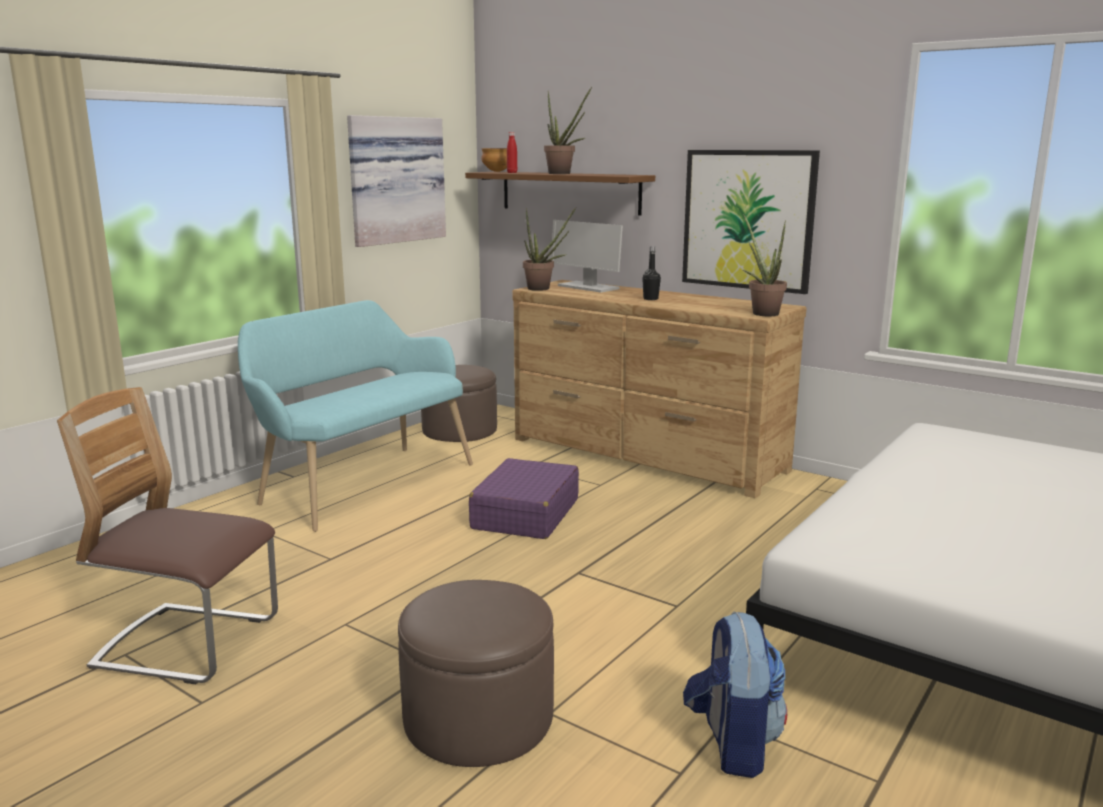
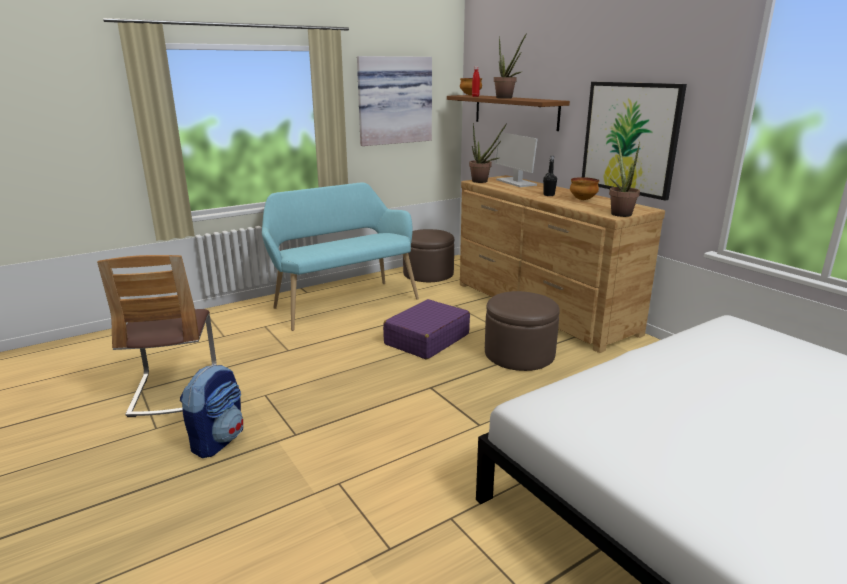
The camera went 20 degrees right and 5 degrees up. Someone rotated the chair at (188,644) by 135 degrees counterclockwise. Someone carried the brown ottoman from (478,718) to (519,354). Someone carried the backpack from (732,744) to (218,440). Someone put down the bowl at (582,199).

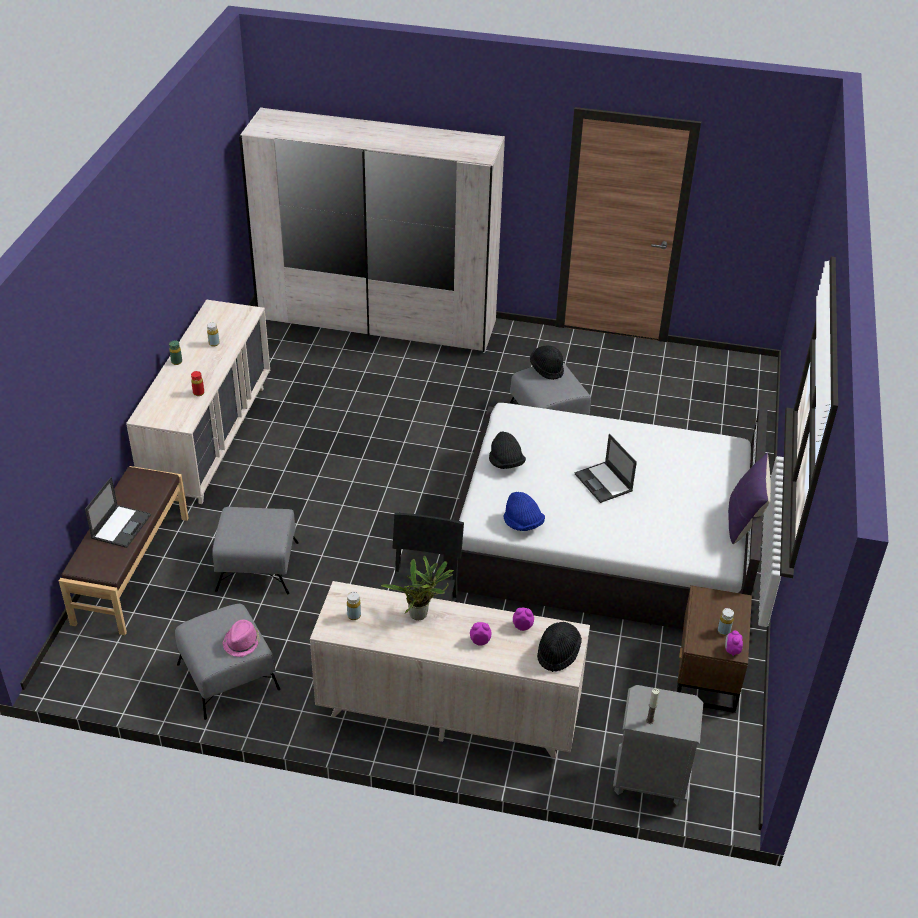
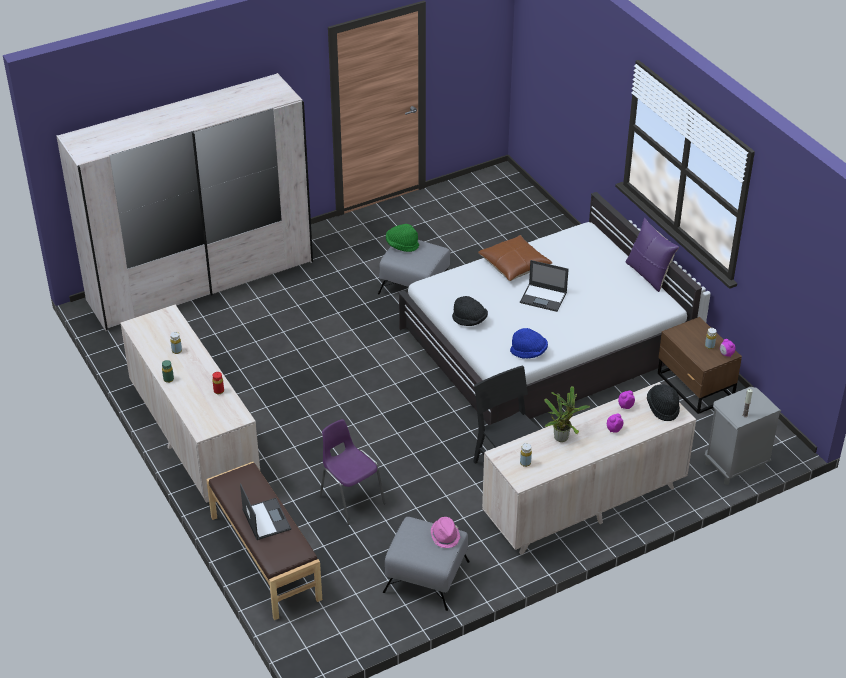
The camera went 40 degrees left and 0 degrees up. Someone repainted the black hat at (547,369), which became the green hat at (402,245). Someone swapped the grey ottoman at (258,566) for the purple chair at (351,499). Someone put down the brown pillow at (514,265).

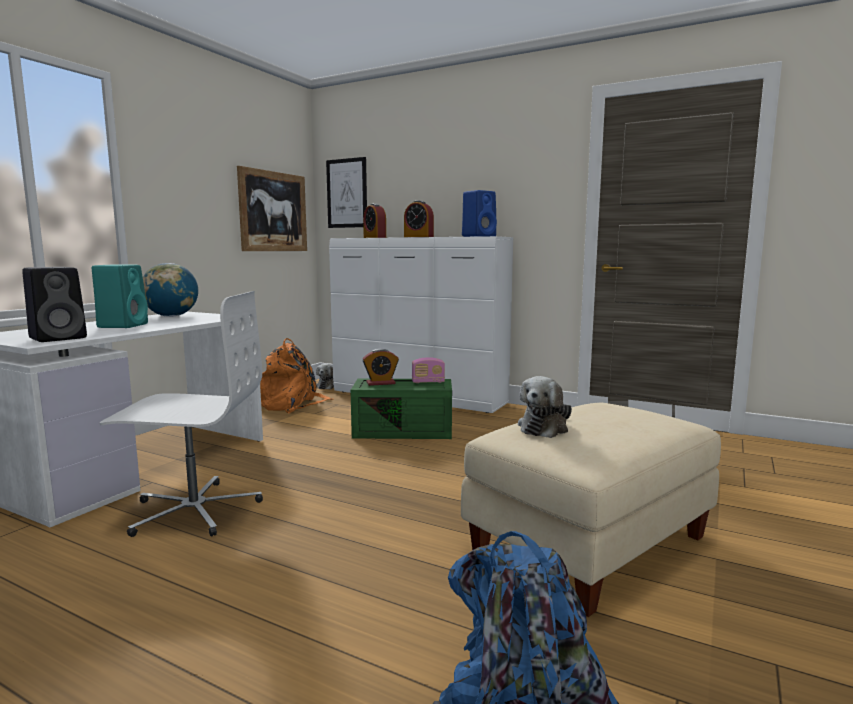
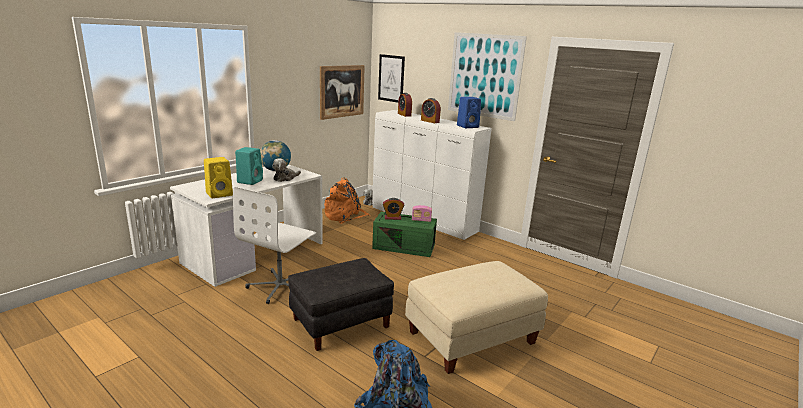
The camera went 10 degrees right and 10 degrees up. Someone repainted the black speaker at (60,338), which became the yellow speaker at (220,194). Someone rotated the white office chair at (194,510) by 105 degrees clockwise. Someone carried the plush toy from (544,427) to (285,178). Someone put up the picture at (484,75). Someone put down the black ottoman at (341,322).

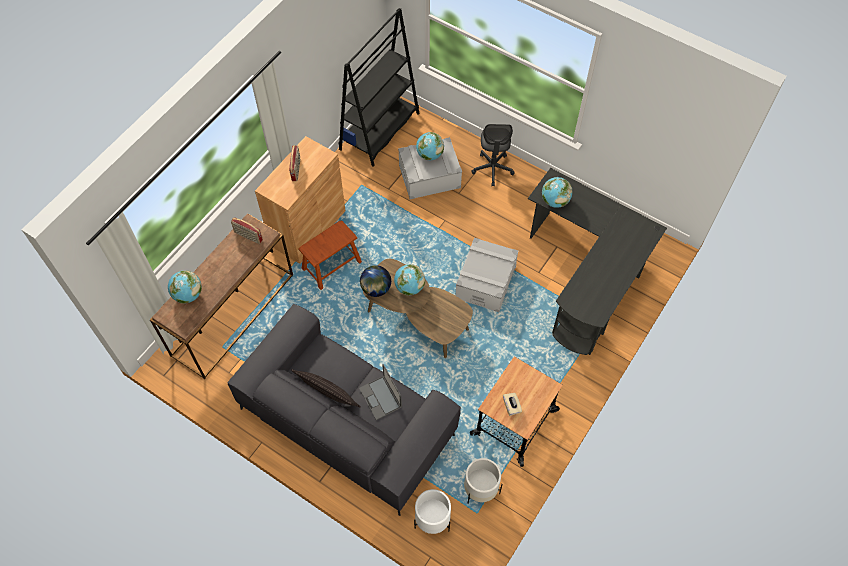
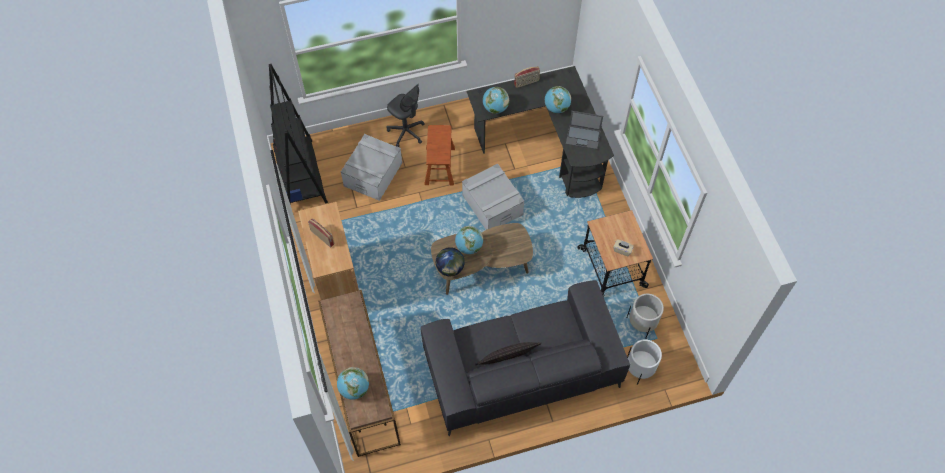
The camera went 50 degrees left and 0 degrees up. Someone carried the globe from (429,155) to (556,108). Someone carried the radio from (248,236) to (526,83). Someone carried the brown stool from (331,265) to (439,166). Someone carried the laptop from (381,398) to (583,137).

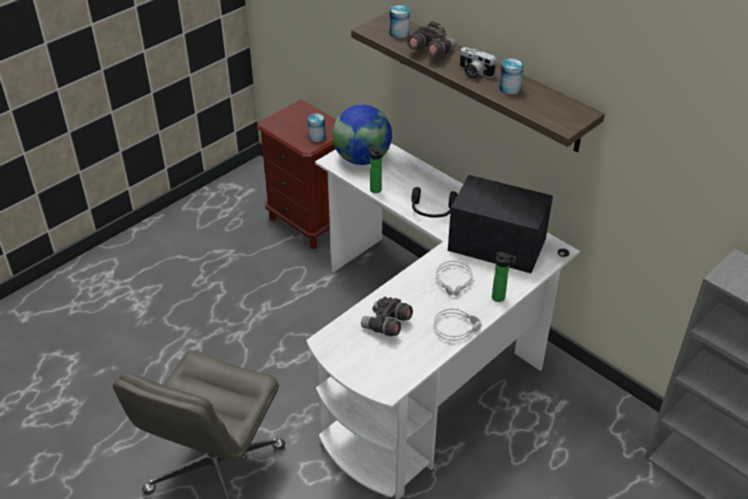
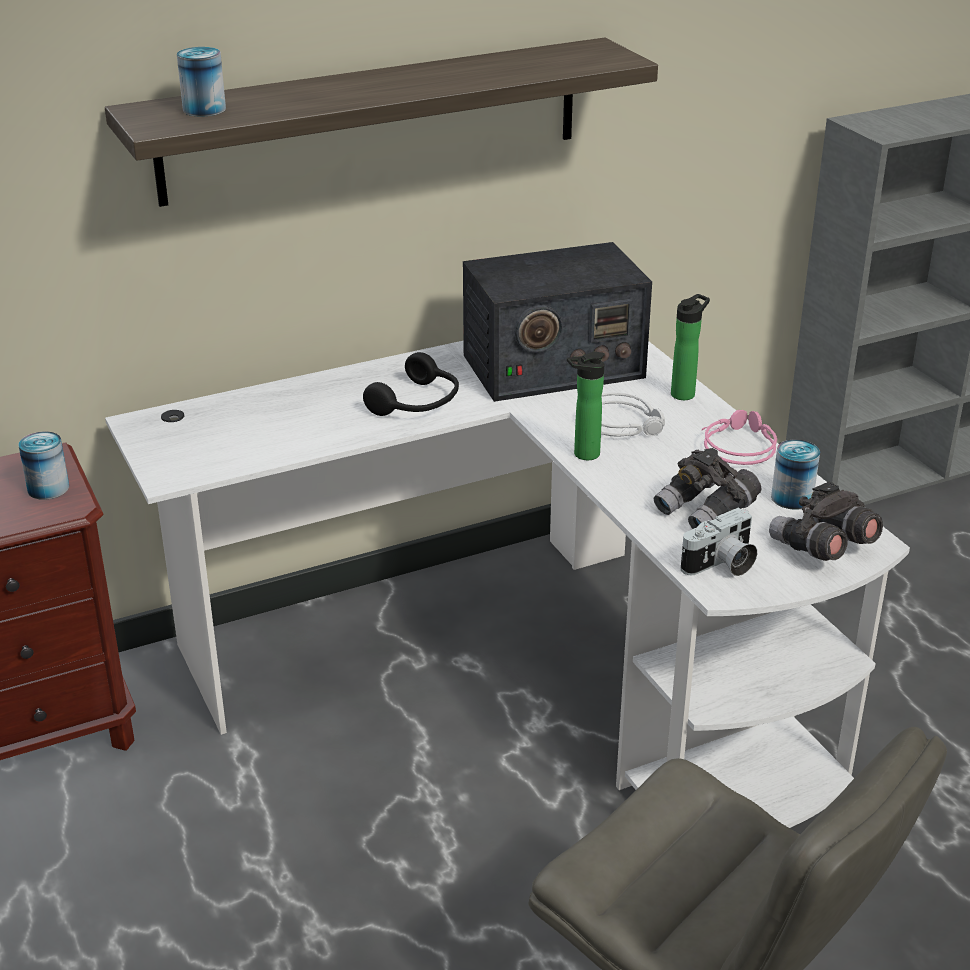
The camera went 70 degrees left and 10 degrees down. Someone carried the grey binoculars from (430,52) to (822,548). Someone carried the photo camera from (474,73) to (721,565). Someone carried the can from (509,88) to (792,498). Someone took away the globe at (362,158). Someone carried the bottle from (374,188) to (583,455). Someone rotated the radio at (497,244) by 150 degrees counterclockwise. Someone repainted the grey headphones at (456,327), which became the pink headphones at (737,445).

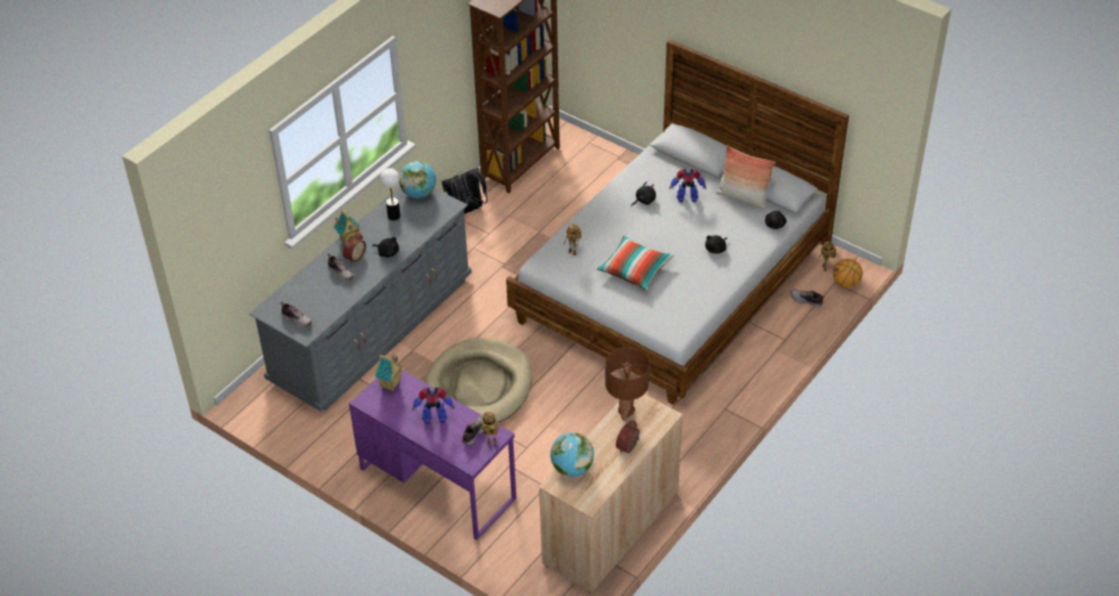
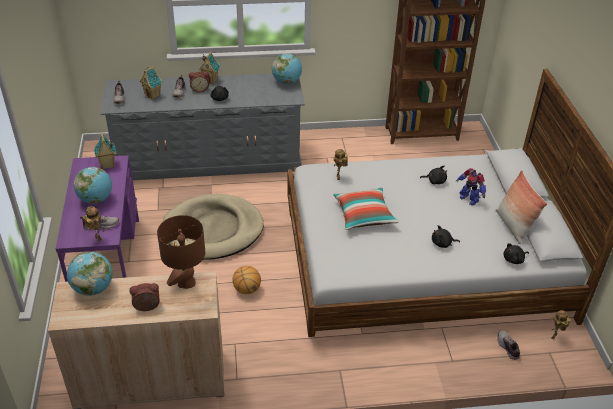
The camera went 45 degrees right and 5 degrees down. Someone took away the table lamp at (393,216). Someone took away the black backpack at (466,210). Someone carried the basketball from (846,283) to (247,289). Someone swapped the toy robot at (434,418) for the globe at (96,199). Someone put down the toy house at (153,95).

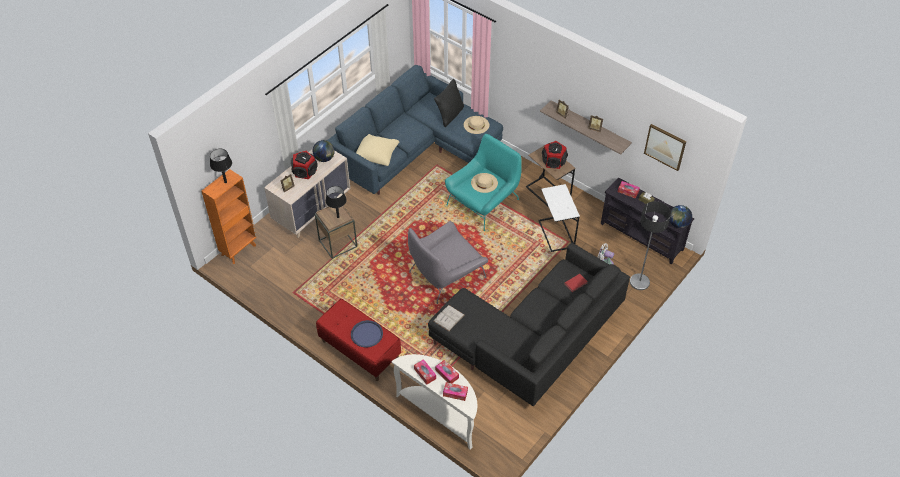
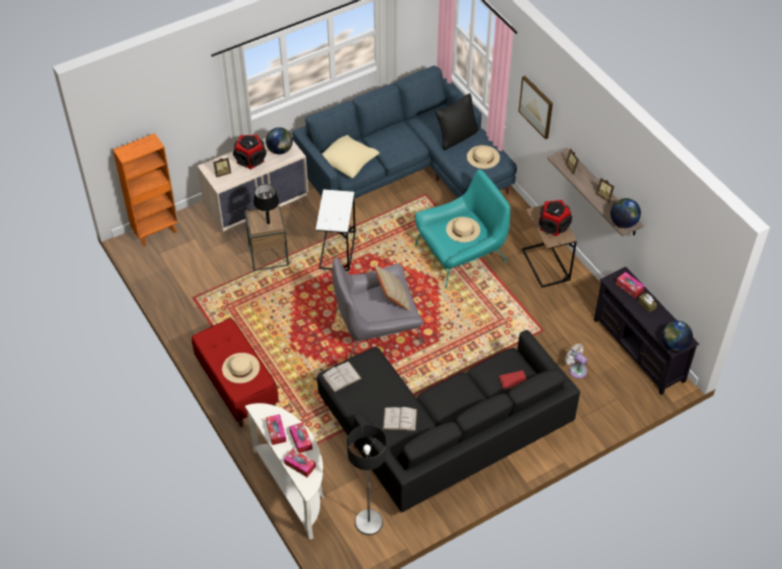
The camera went 20 degrees right and 0 degrees up. Someone carried the picture from (665,146) to (536,106). Someone took away the black table lamp at (225,182). Someone carried the white side table from (556,234) to (337,250). Someone carried the floor lamp from (639,282) to (368,523). Someone swapped the blue tray at (366,334) for the beige hat at (240,368). Someone put down the globe at (623,223). Someone put down the beige pillow at (392,298). Someone put down the white book at (400,419).

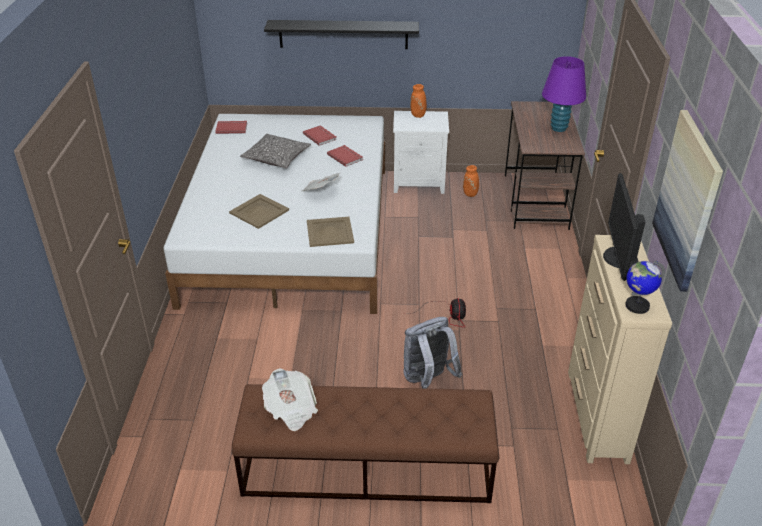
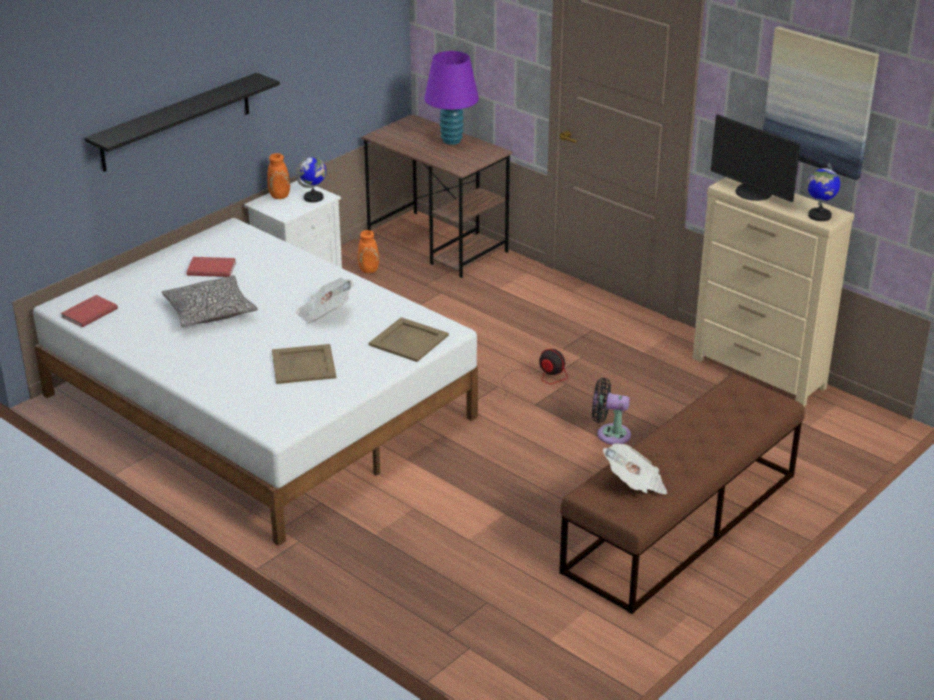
The camera went 50 degrees left and 5 degrees down. Someone took away the red book at (345,156). Someone swapped the grey backpack at (428,380) for the black fan at (610,434). Someone put down the globe at (314,198).

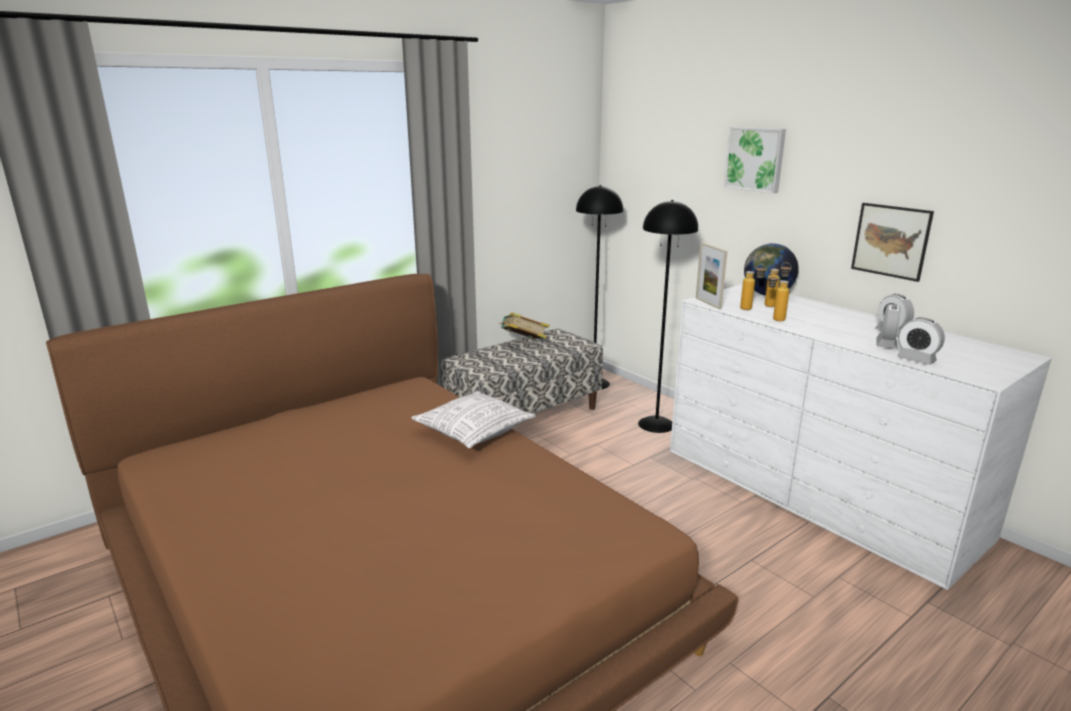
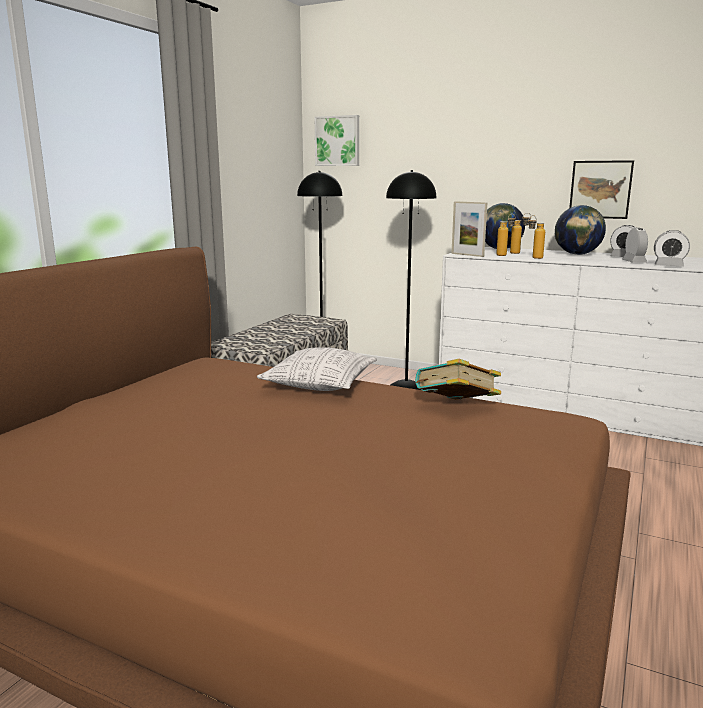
The camera went 25 degrees left and 5 degrees down. Someone carried the picture from (755,159) to (338,141). Someone carried the book from (523,343) to (456,409). Someone put down the globe at (577,254).

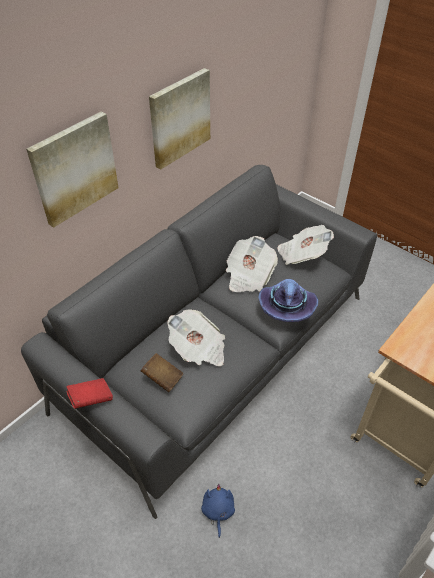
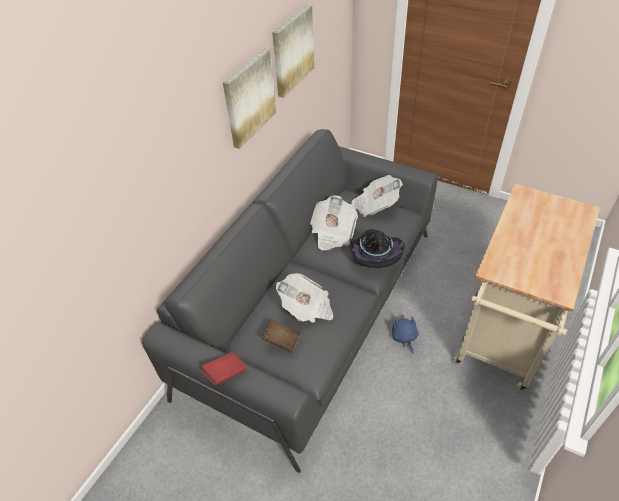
The camera went 10 degrees left and 0 degrees up. Someone carried the picture from (74,168) to (292,50). Someone repainted the purple hat at (286,306), which became the black hat at (375,254). Someone carried the blue plush toy from (218,511) to (404,338).

